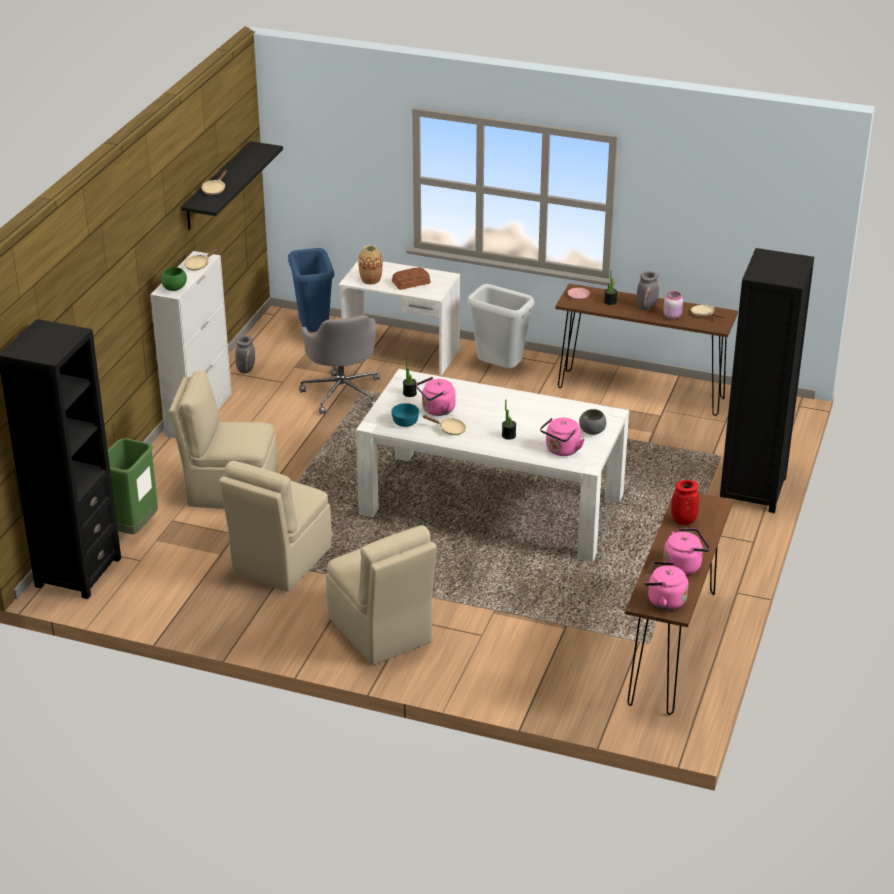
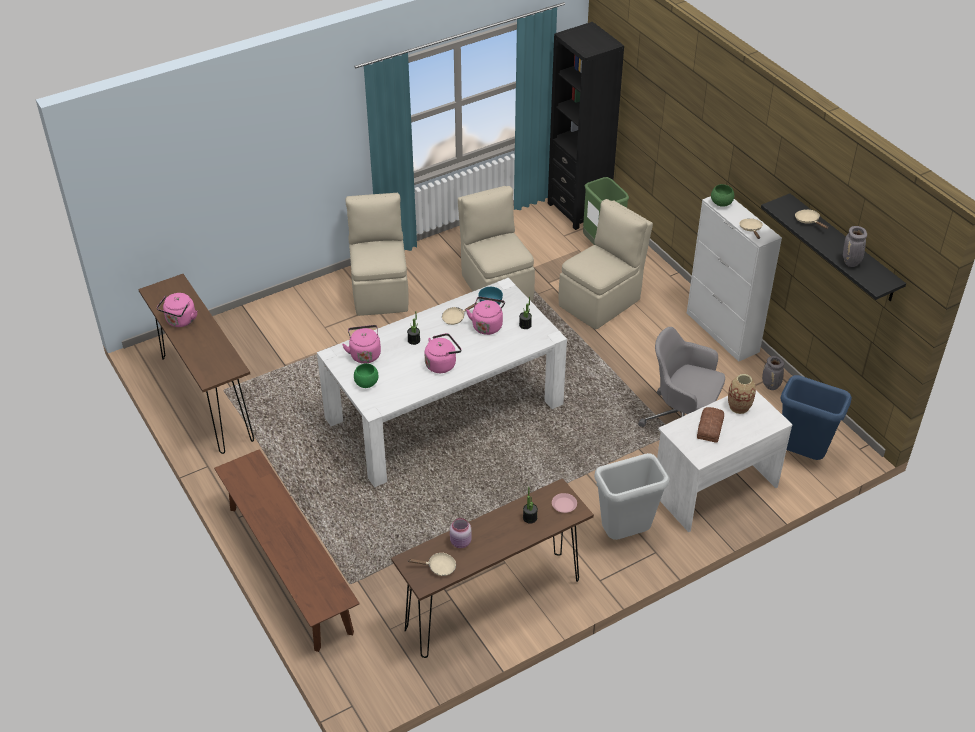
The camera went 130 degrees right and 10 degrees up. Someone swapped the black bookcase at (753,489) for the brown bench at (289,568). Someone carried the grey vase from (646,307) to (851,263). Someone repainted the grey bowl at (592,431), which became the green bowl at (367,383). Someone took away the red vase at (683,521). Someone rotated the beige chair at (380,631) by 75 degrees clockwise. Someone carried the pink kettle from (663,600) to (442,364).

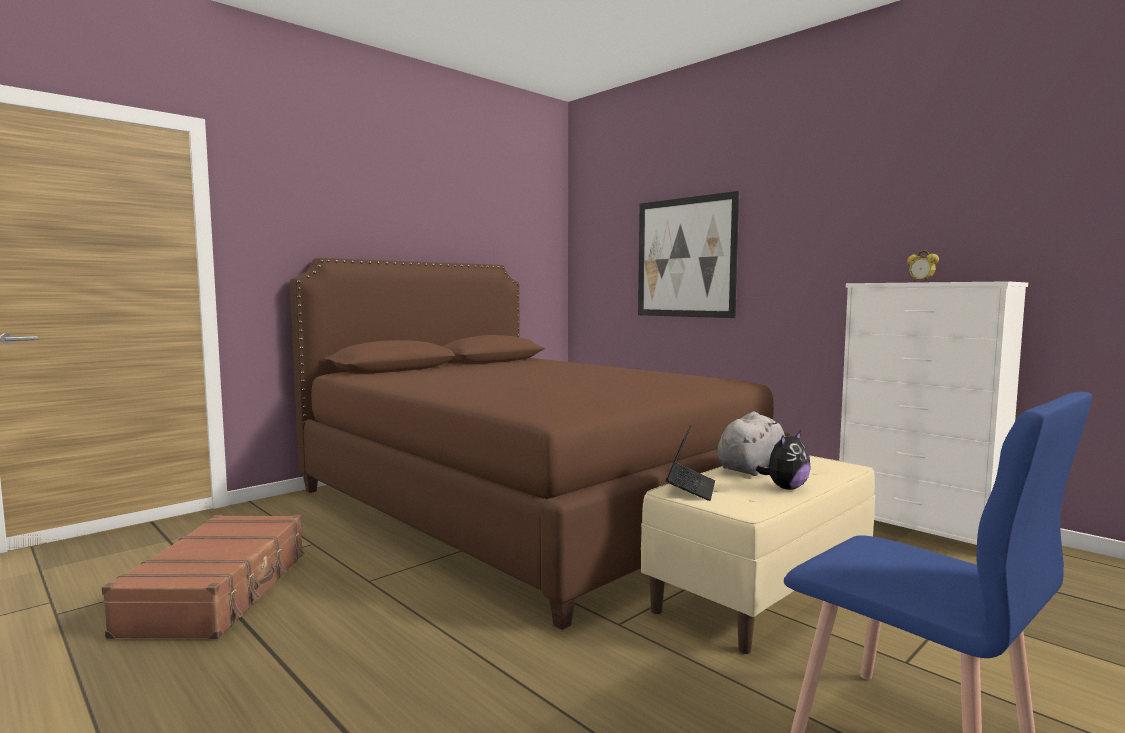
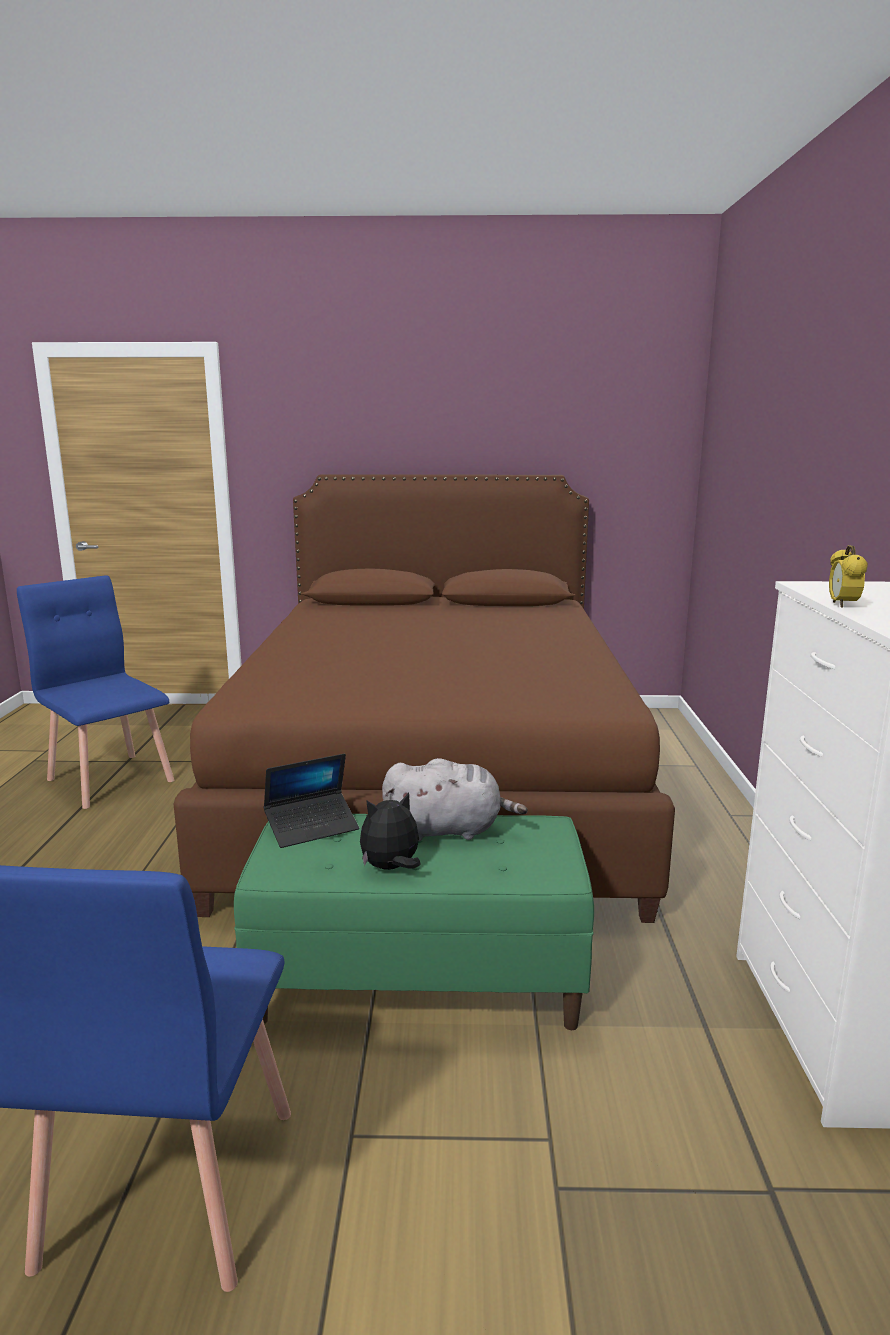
The camera went 45 degrees right and 10 degrees up. Someone took away the picture at (685,257). Someone rotated the plush toy at (785,488) by 150 degrees clockwise. Someone repainted the beige bench at (762,589), which became the green bench at (420,980). Someone swapped the brown suitcase at (220,592) for the blue chair at (111,779).

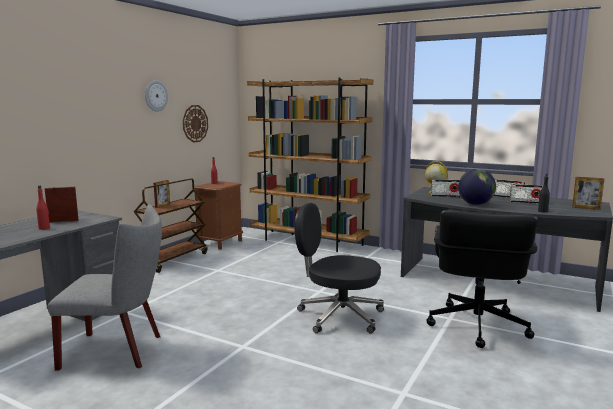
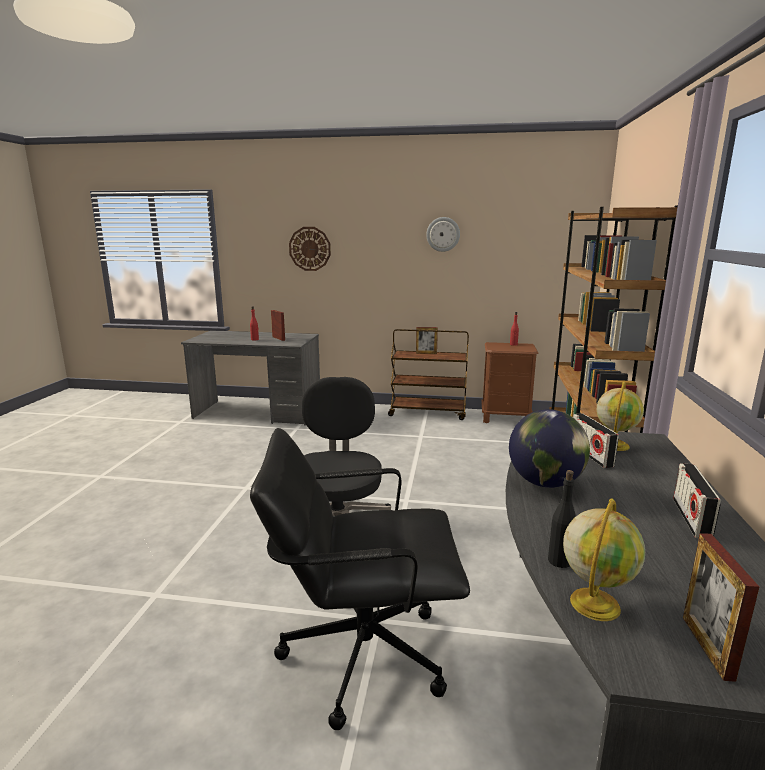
The camera went 70 degrees right and 5 degrees up. Someone carried the wall clock from (195,123) to (310,249). Someone took away the radio at (526,202). Someone took away the grey chair at (118,351). Someone put down the globe at (594,603).

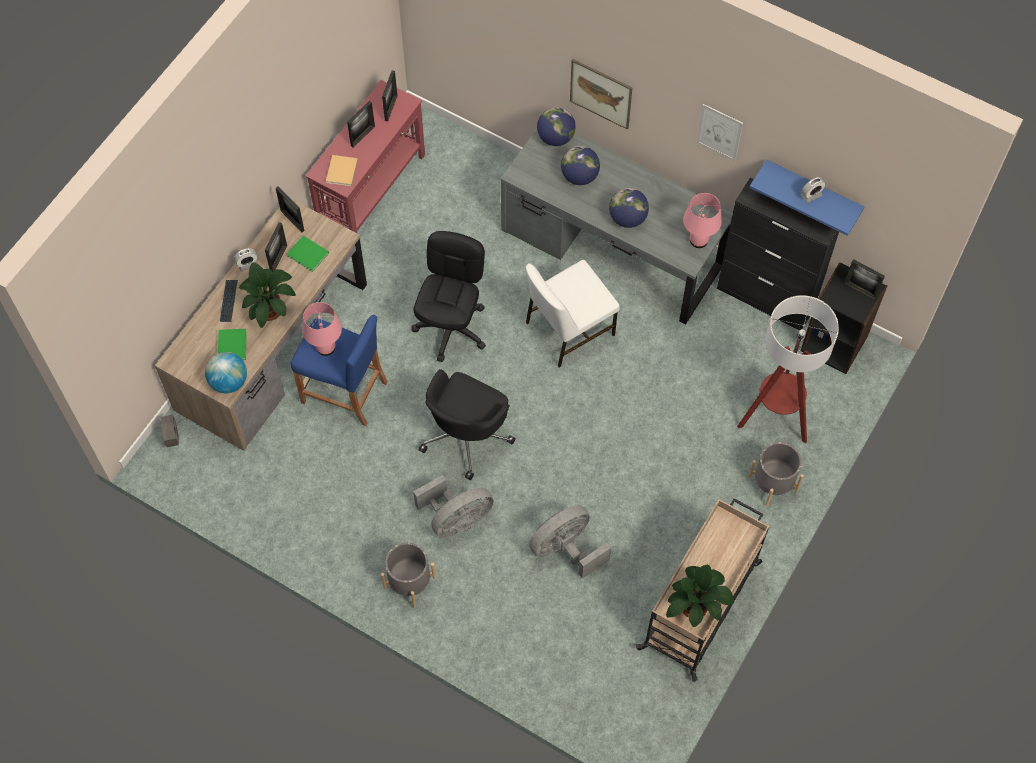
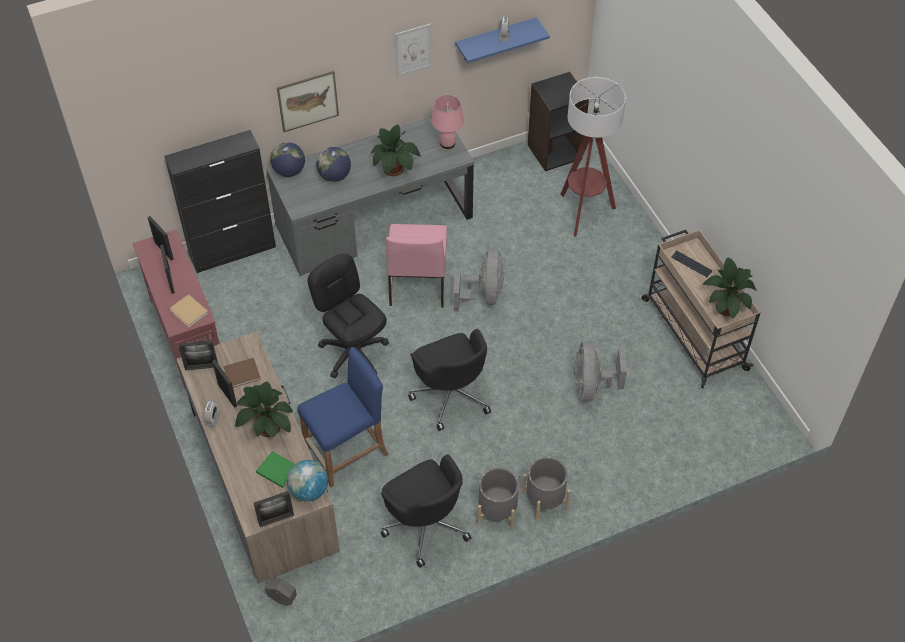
The camera went 55 degrees left and 10 degrees down. Someone carried the black cabinet from (765,299) to (233,250). Someone swapped the globe at (627,218) for the potted plant at (394,170). Someone repainted the green book at (309,255), which became the brown book at (243,373). Someone carried the picture frame from (860,290) to (276,520). Someone repainted the white chair at (568,329), which became the pink chair at (417,284). Someone carried the keyboard from (228,301) to (691,264). Someone took away the pink table lamp at (325,348). Someone carried the grey planter from (773,483) to (497,511). Someone carried the grey fan from (456,519) to (483,295). Someone put down the black office chair at (425,524).

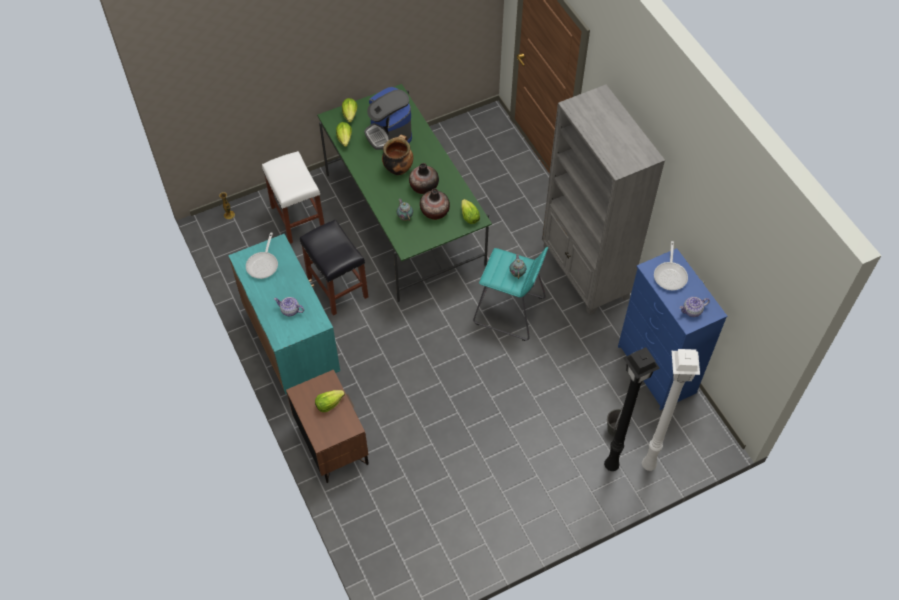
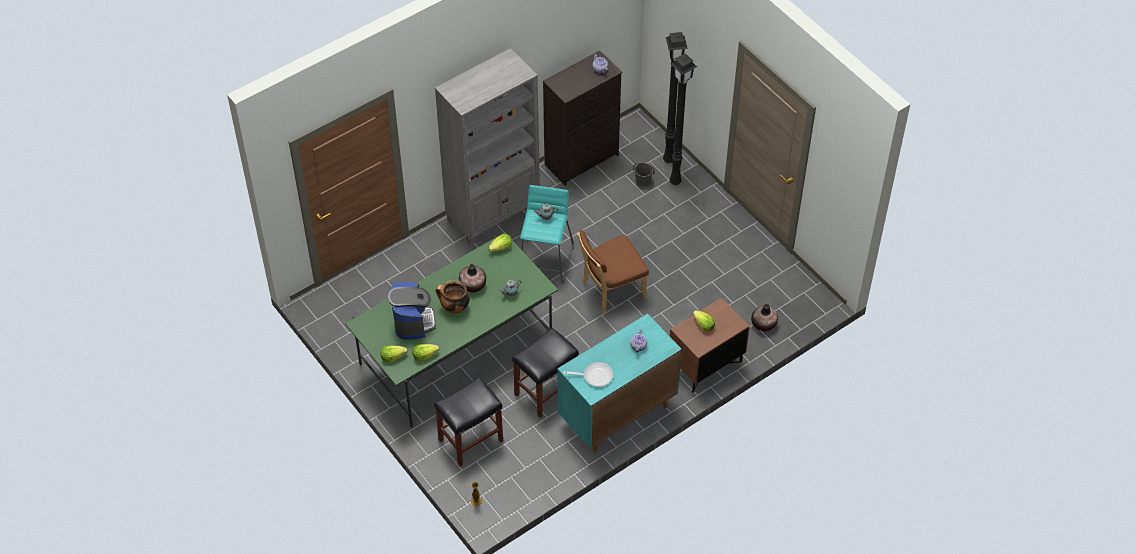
The camera went 100 degrees left and 5 degrees down. Someone rotated the coffee machine at (389,134) by 60 degrees counterclockwise. Someone repainted the white stool at (297,218), which became the black stool at (470,441). Someone carried the vase from (434,212) to (763,324). Someone took away the frying pan at (670,275). Someone repainted the blue dresser at (656,370), which became the black dresser at (582,160). Someone repainted the white floor lamp at (649,466), which became the black floor lamp at (669,159). Someone put down the brown chair at (611,291).

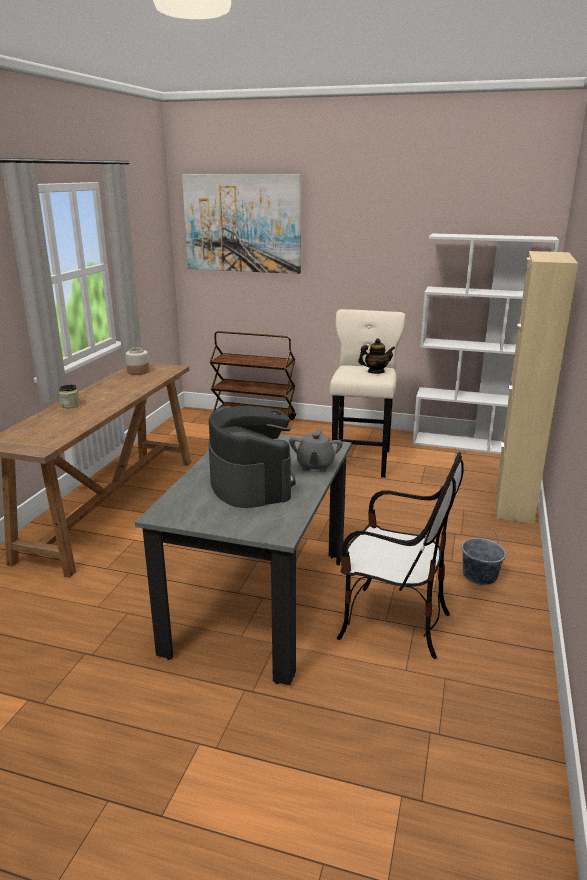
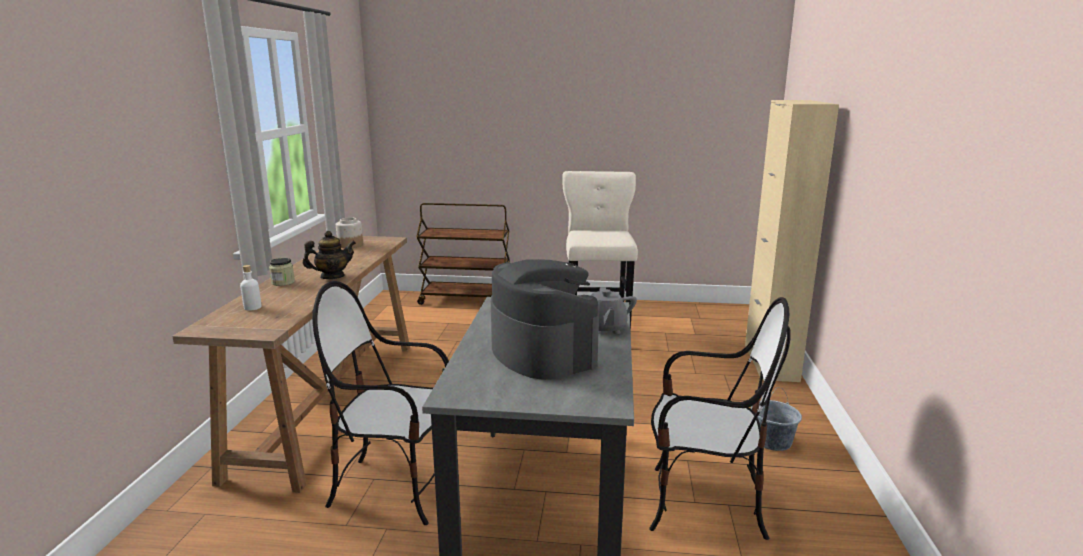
The camera went 10 degrees left and 5 degrees down. Someone took away the picture at (242,223). Someone took away the white bookcase at (469,444). Someone carried the teapot from (375,372) to (332,277). Someone put down the white bottle at (252,307). Someone put down the chair at (395,487).

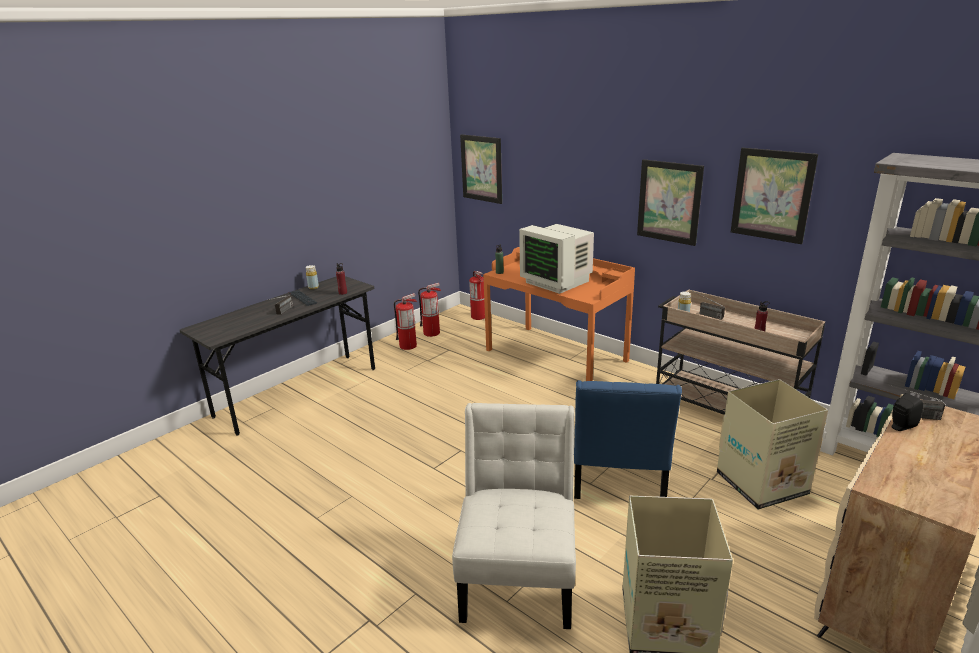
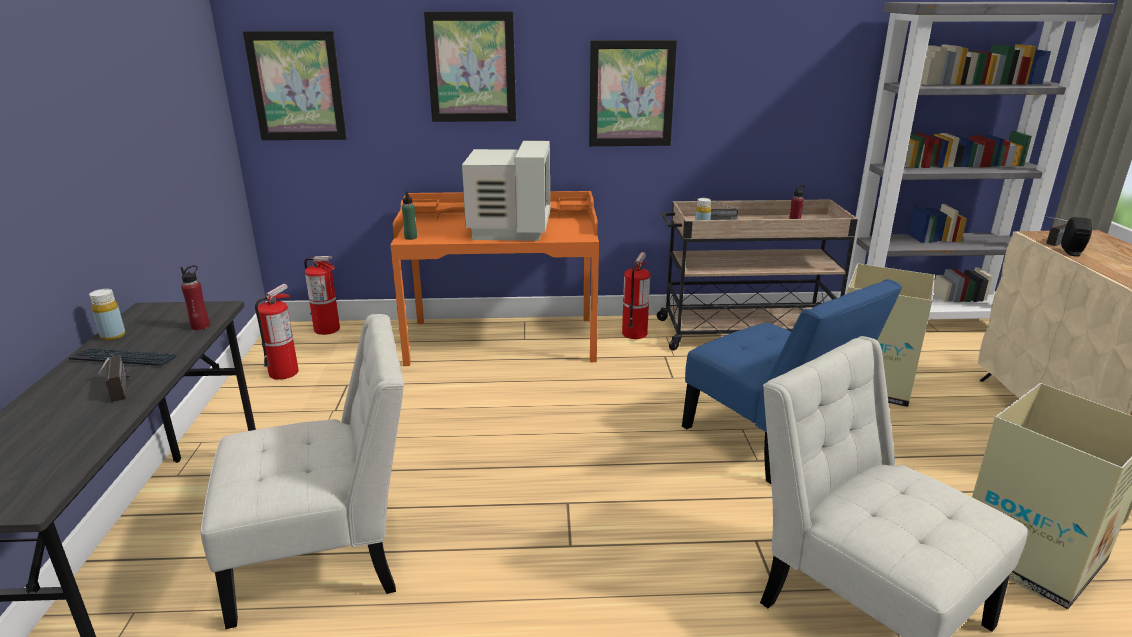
The camera went 45 degrees left and 0 degrees up. Someone carried the picture from (772,195) to (471,67). Someone rotated the monitor at (557,281) by 90 degrees counterclockwise. Someone carried the fire extinguisher from (408,346) to (634,333). Someone put down the white chair at (327,555).

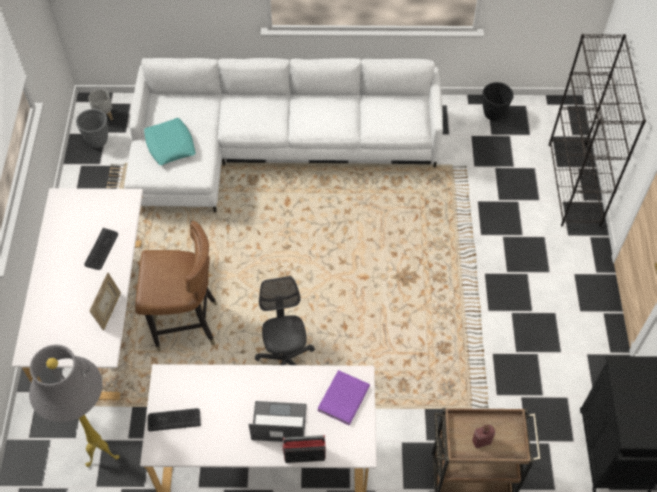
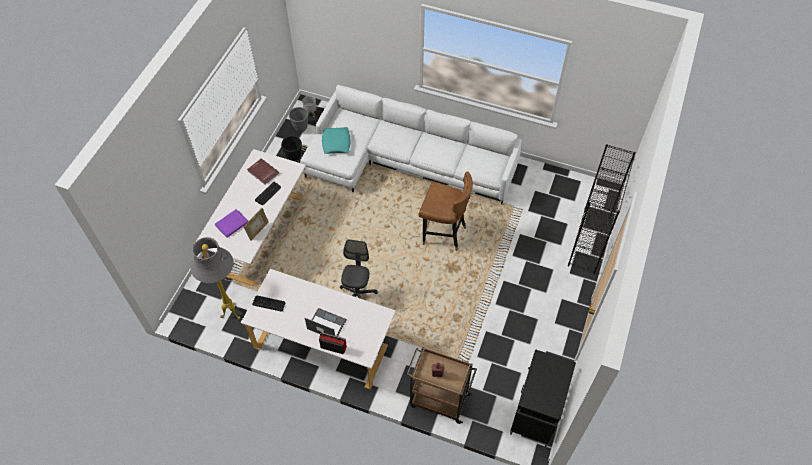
The camera went 20 degrees right and 0 degrees up. Someone carried the black planter from (493,115) to (294,157). Someone carried the brown chair from (185,324) to (443,234). Someone carried the purple book from (342,398) to (231,223). Someone put down the red book at (262,172).

